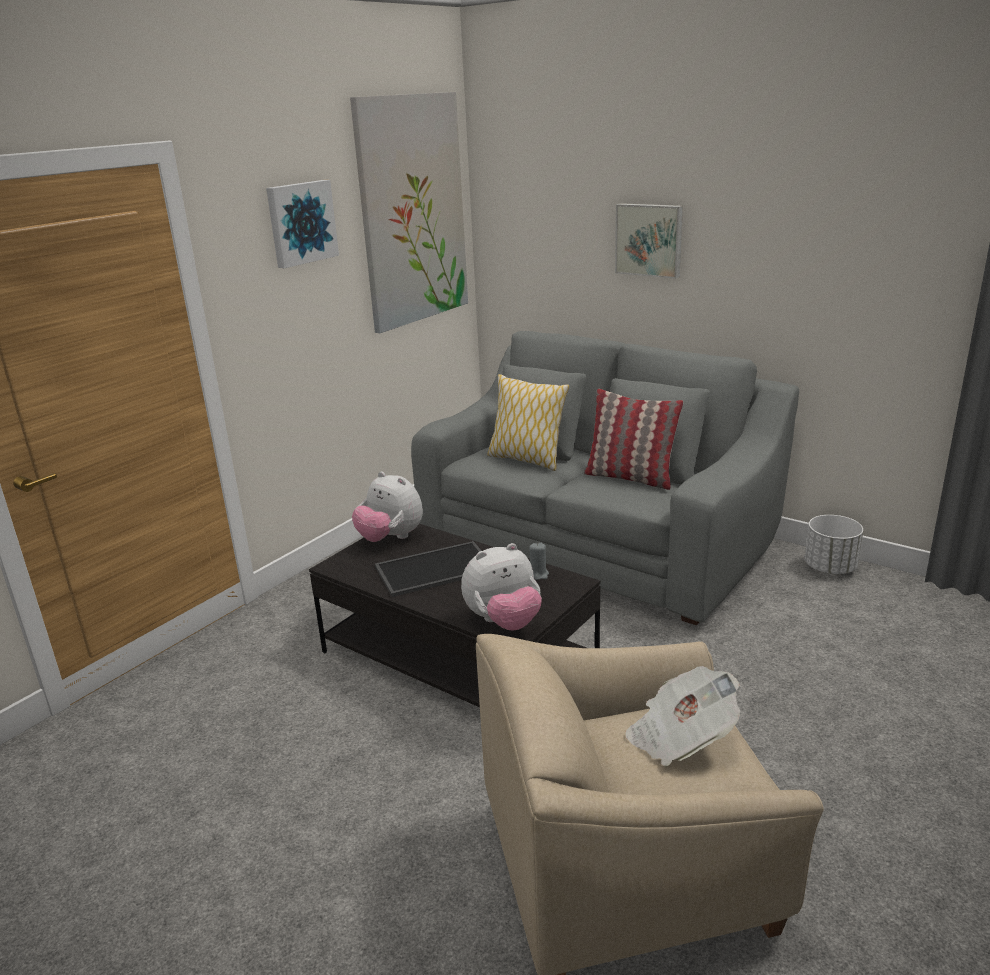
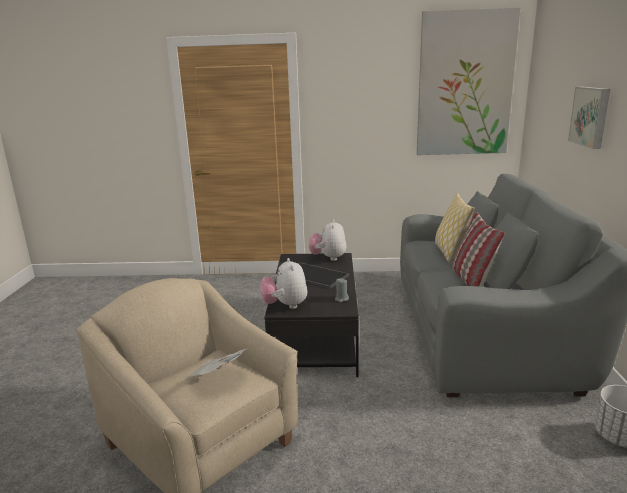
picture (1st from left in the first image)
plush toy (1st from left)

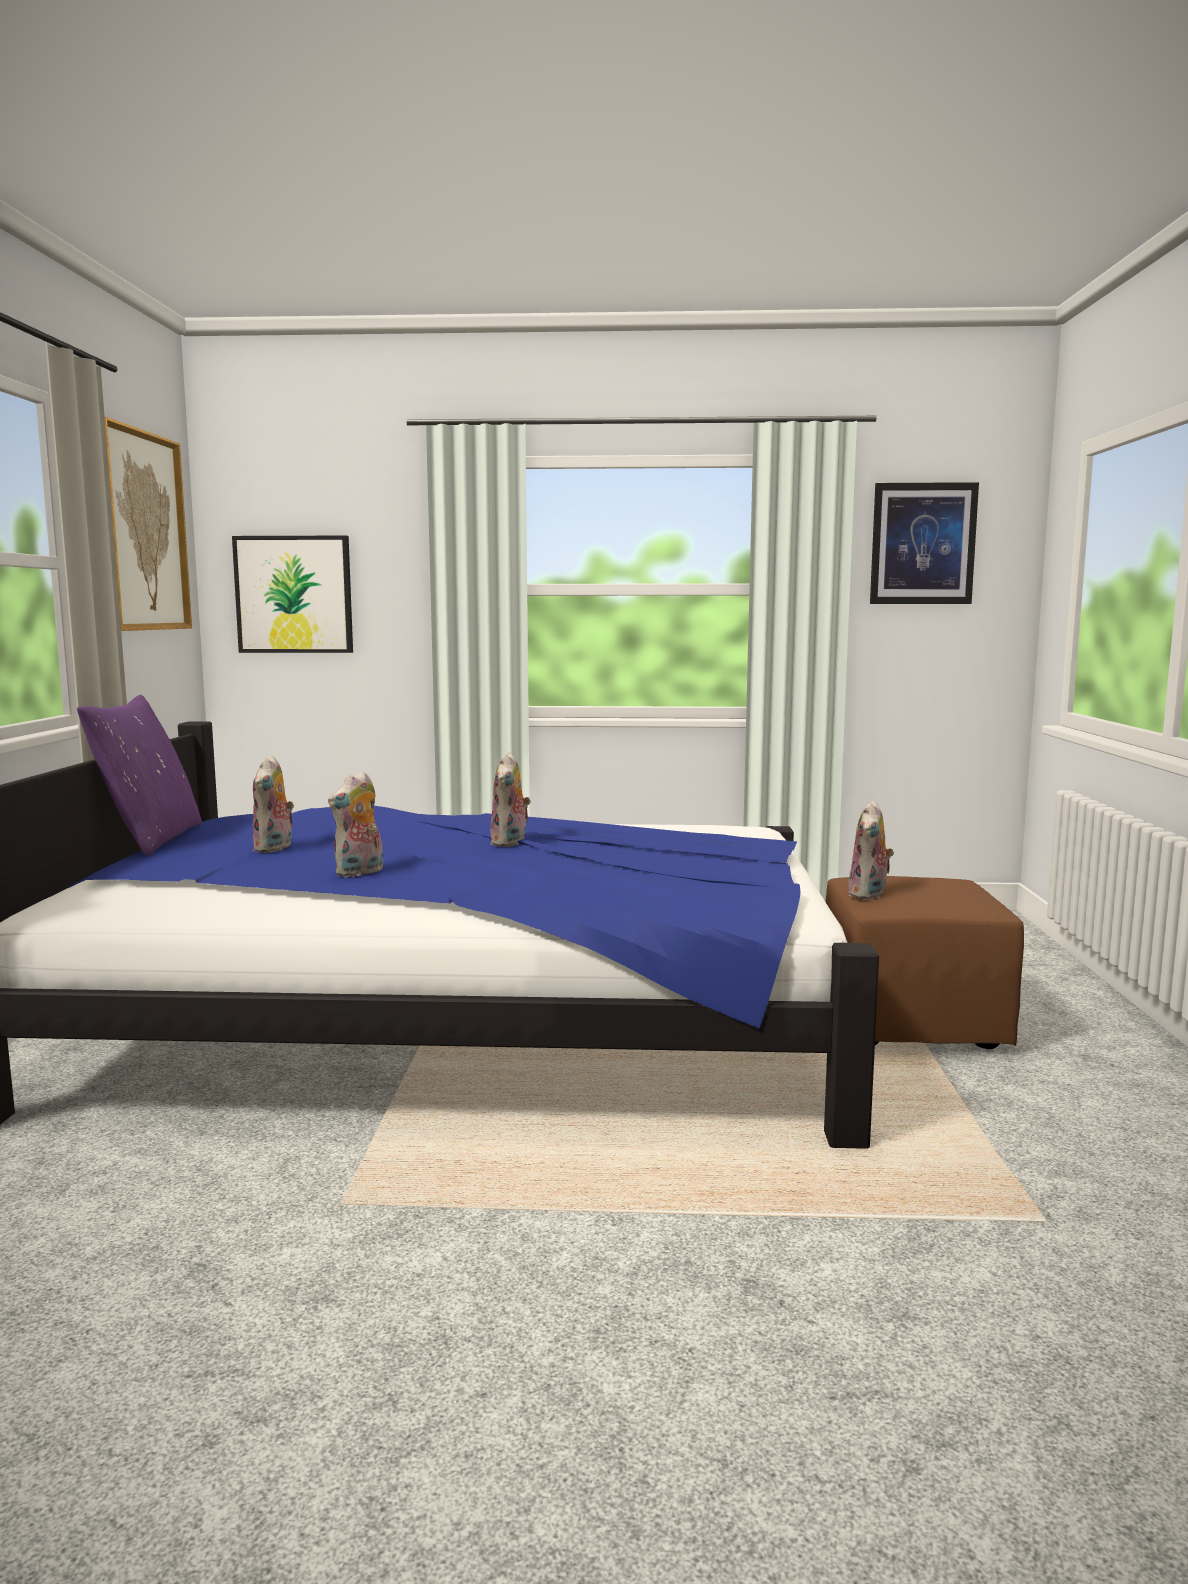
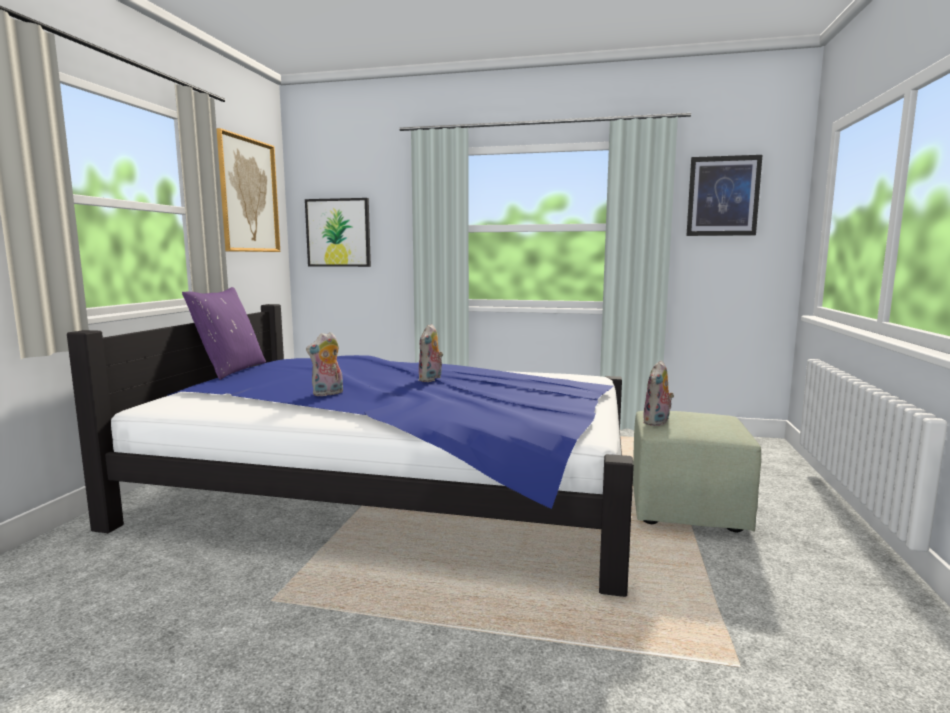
plush toy (1st from left in the first image)
green ottoman

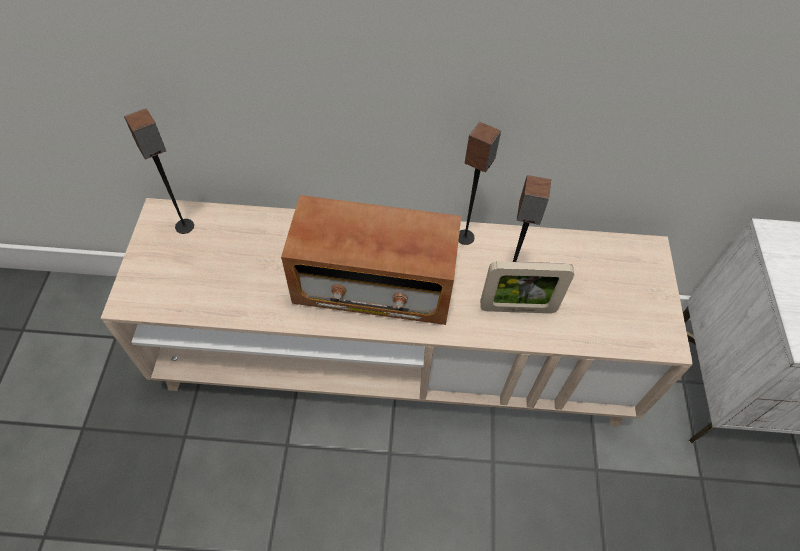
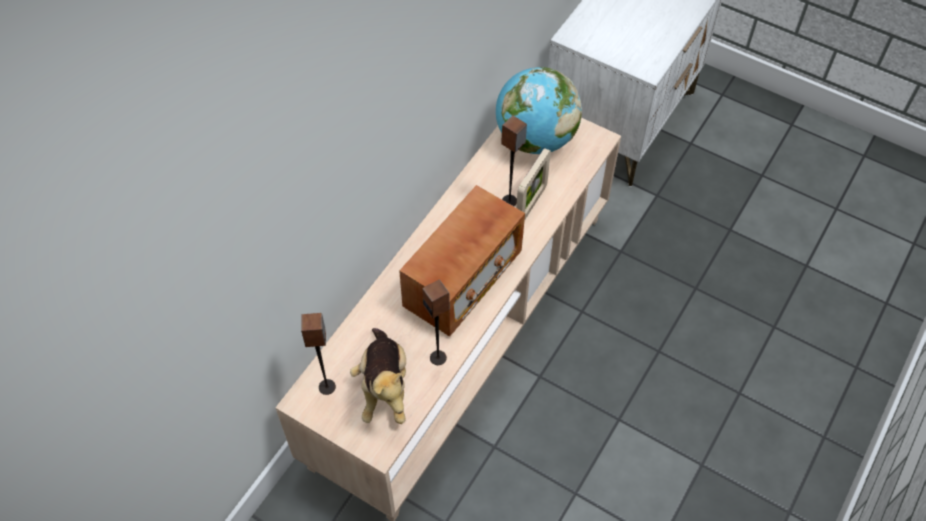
speaker (2nd from left)
globe
plush toy

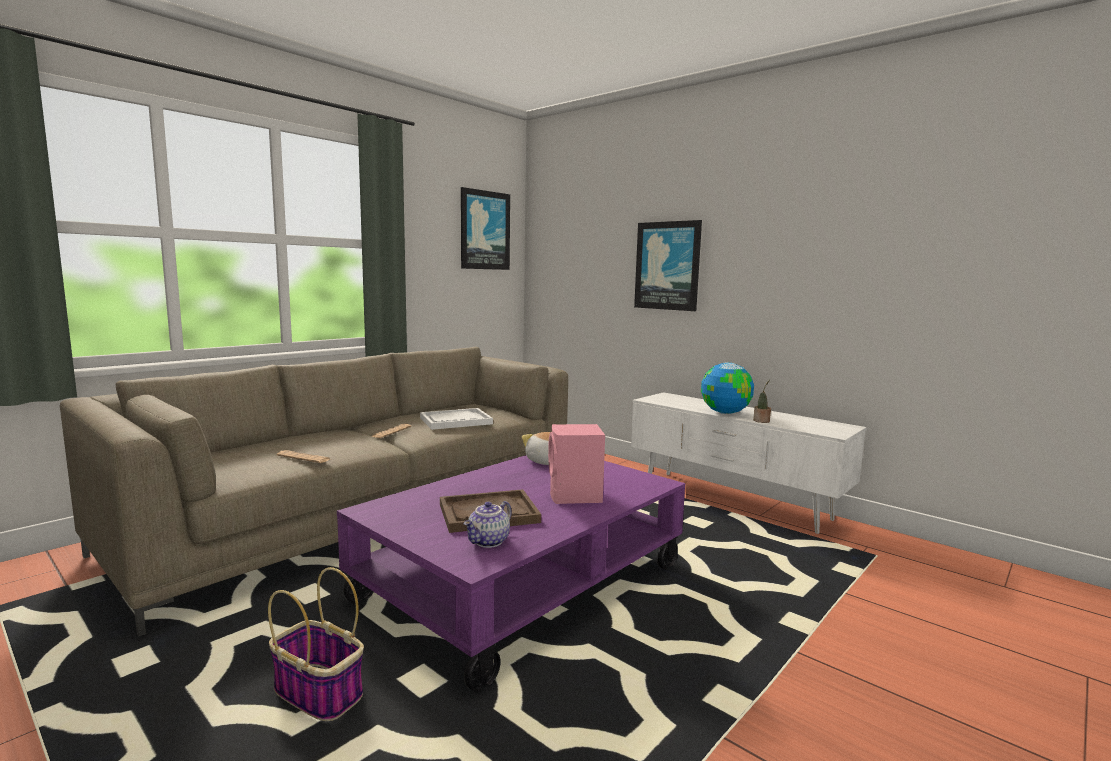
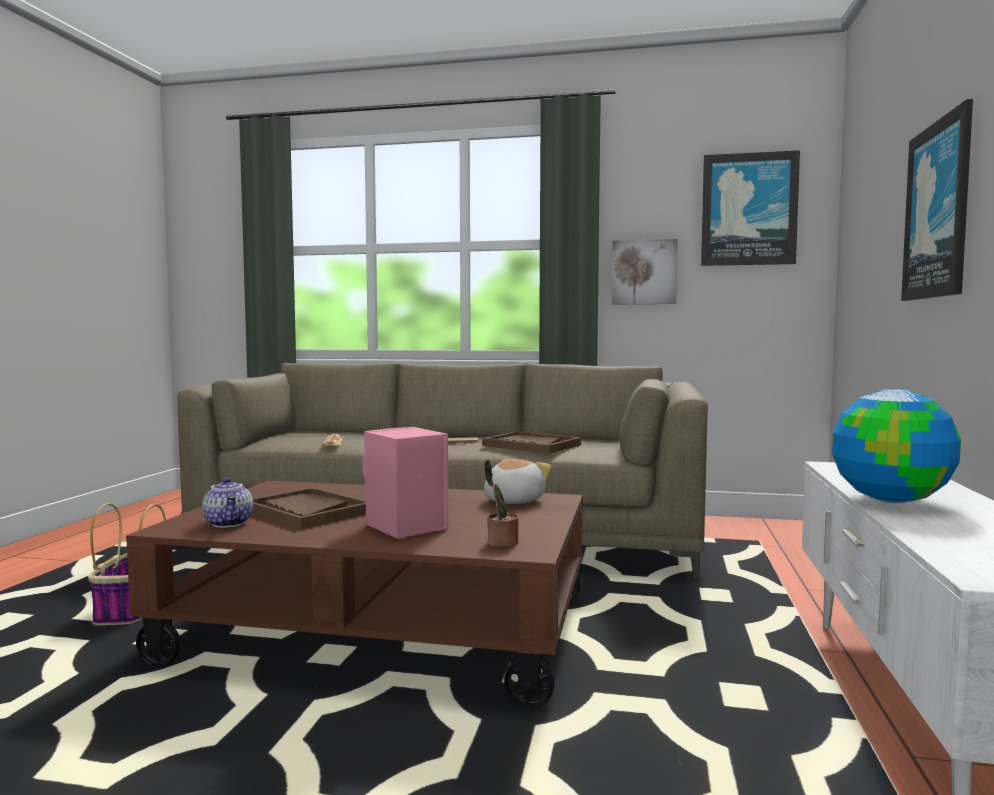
potted plant
brown tray (2nd from left)
brown coffee table
teapot
picture (1st from left)

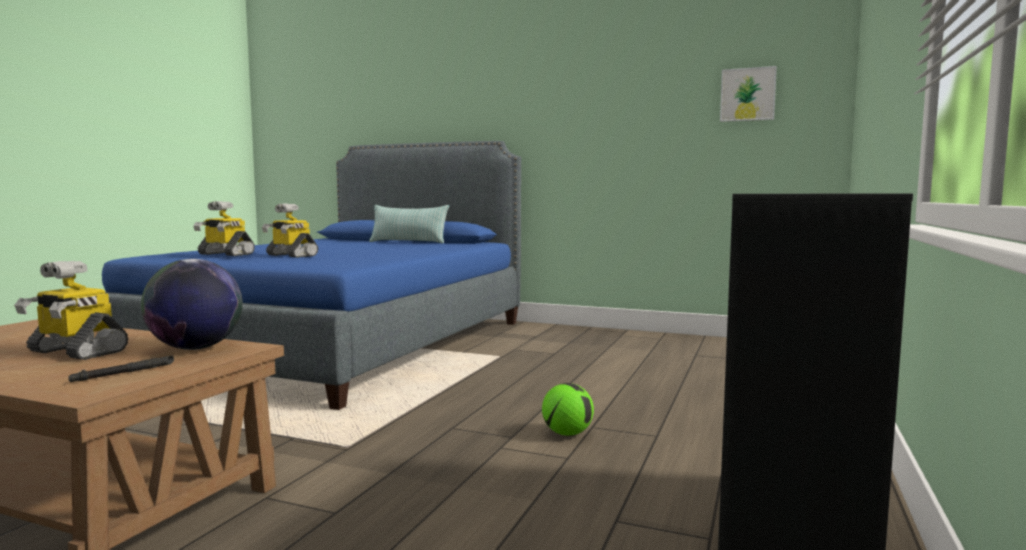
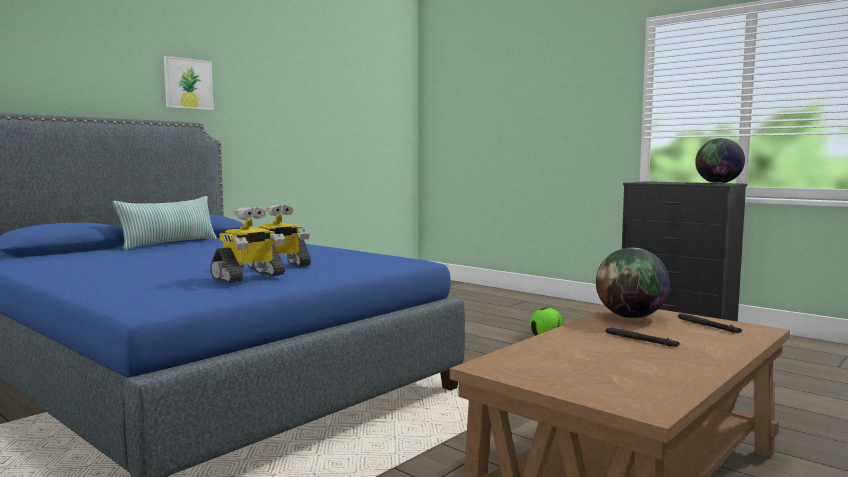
picture
black flashlight (1st from left)
globe (2nd from left)

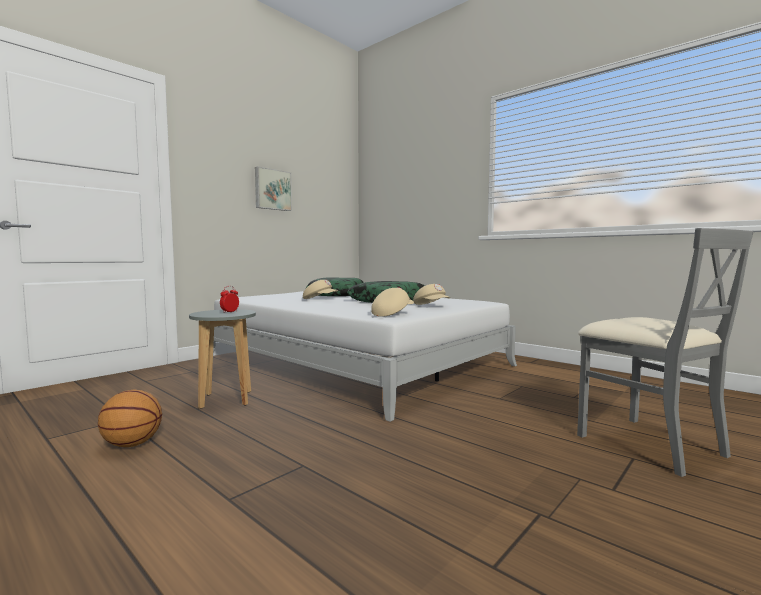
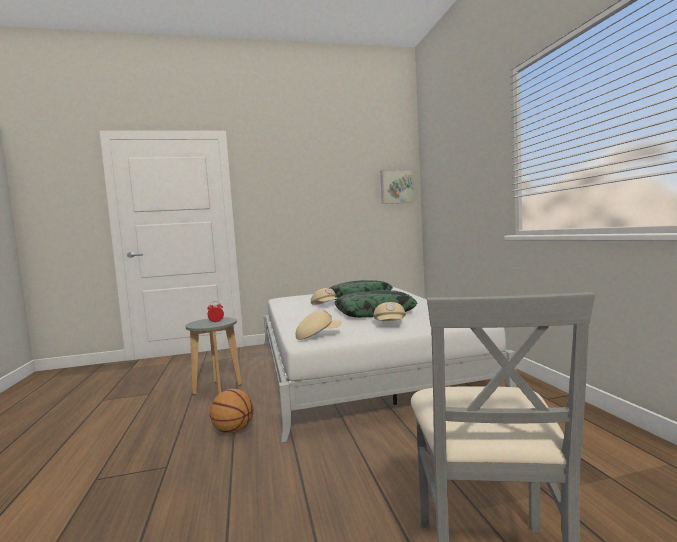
picture
basketball

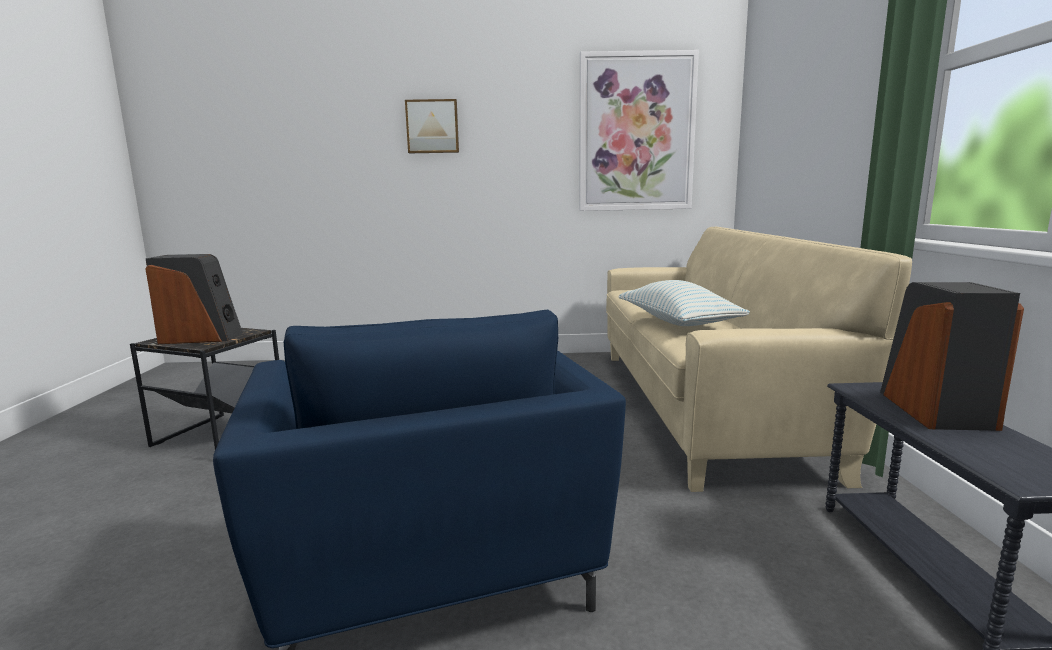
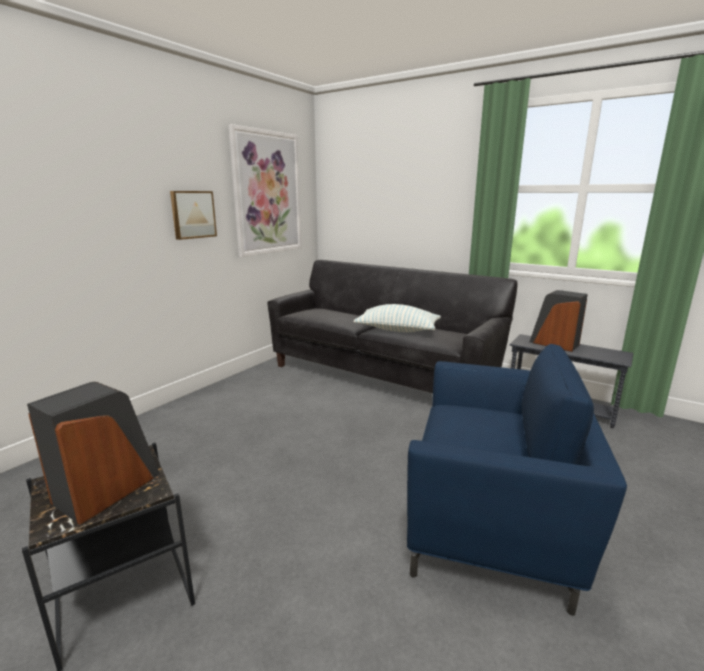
picture (1st from left)
black sofa

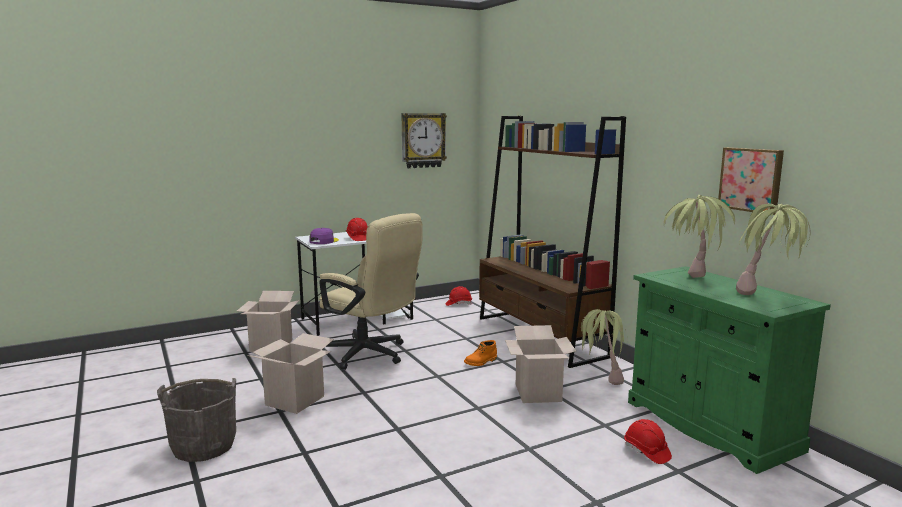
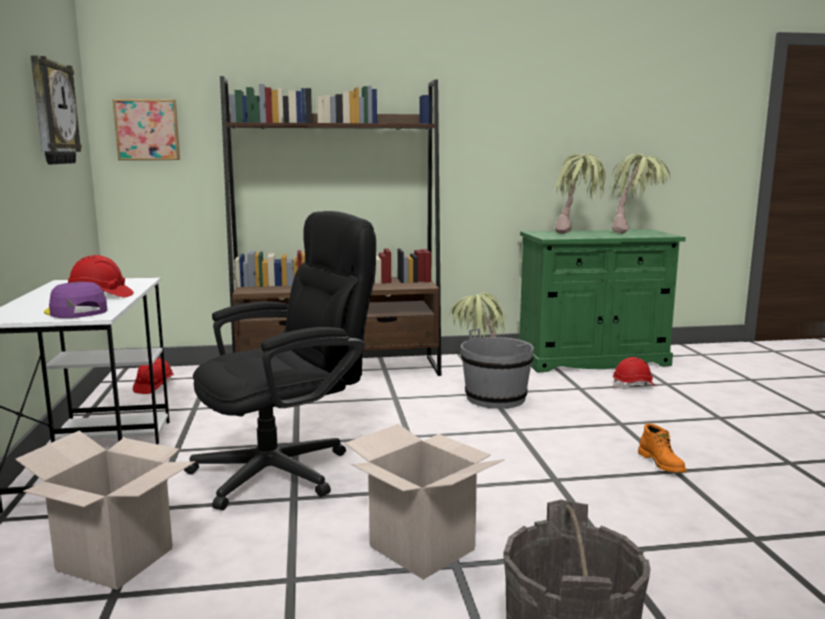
picture
black office chair
grey bucket (1st from left)
orange boot

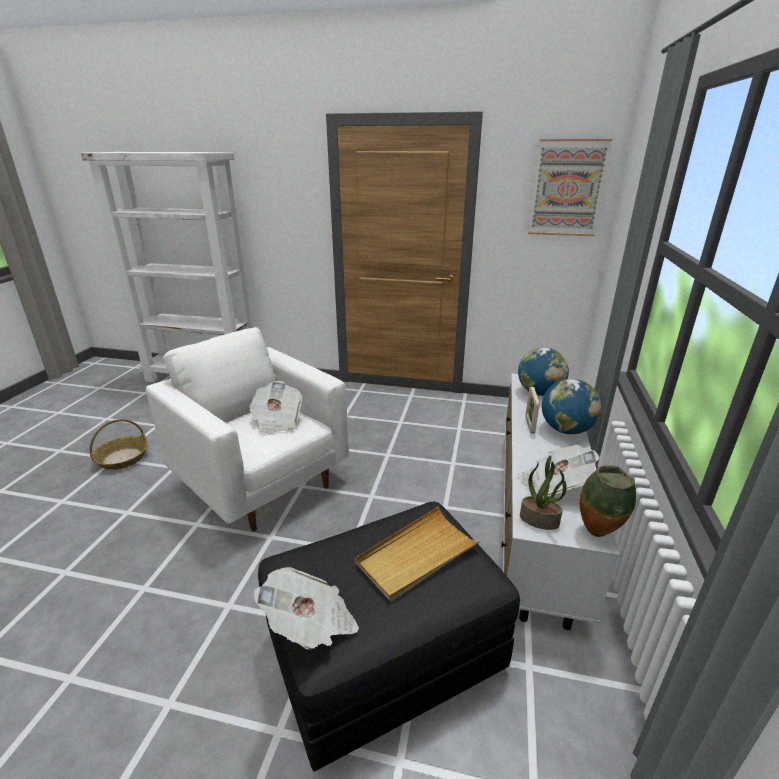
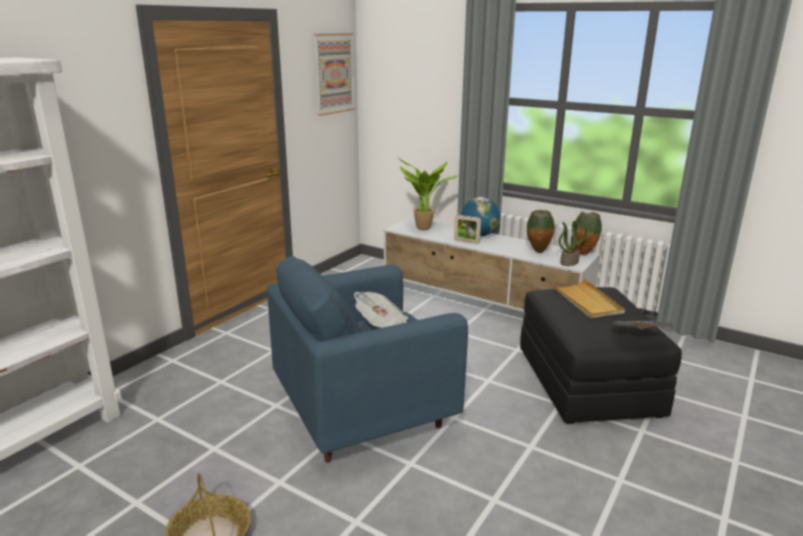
blue armchair
potted plant (1st from left)
vase (1st from left)

